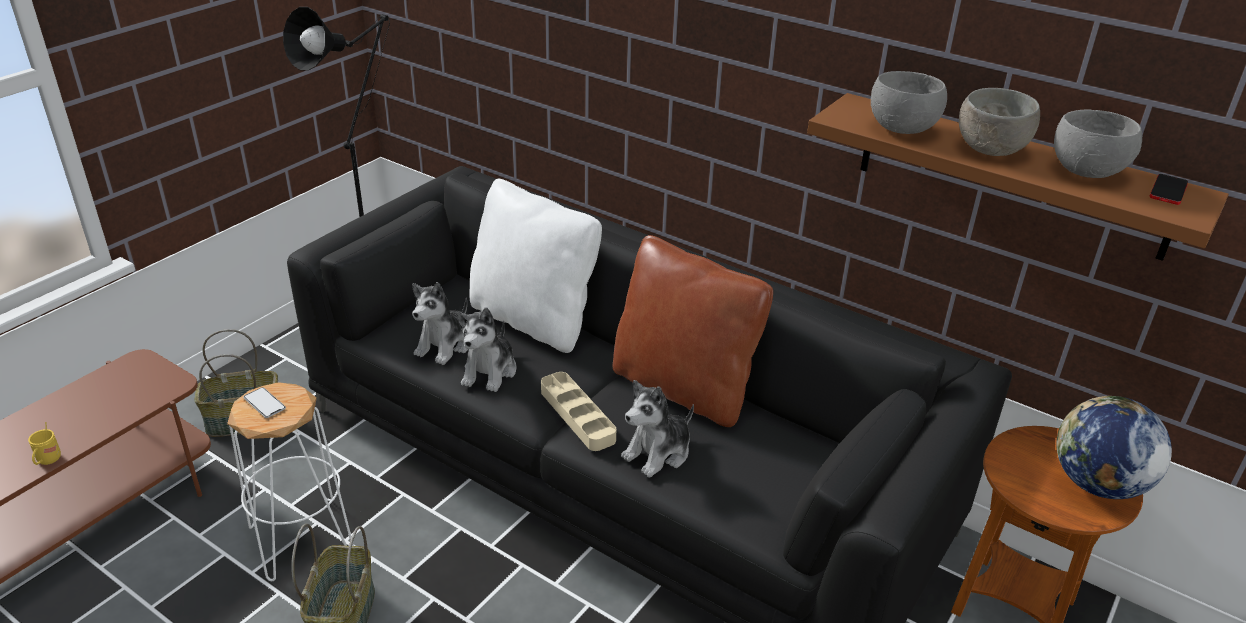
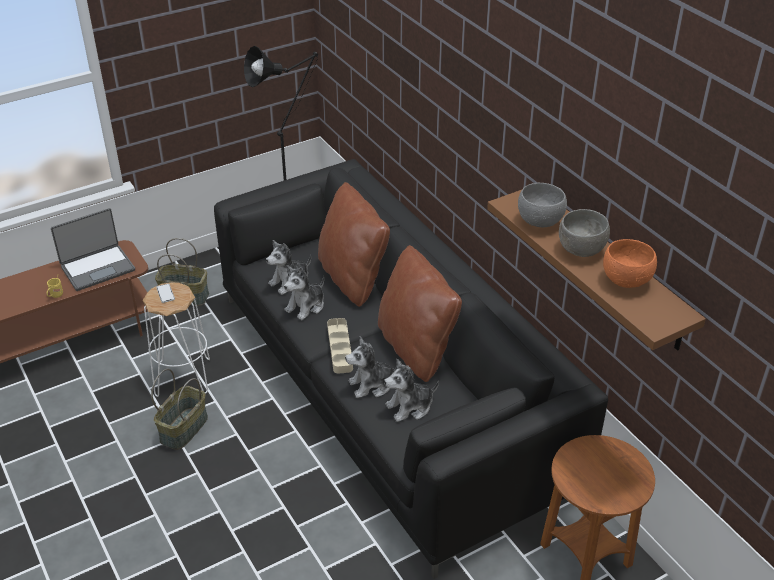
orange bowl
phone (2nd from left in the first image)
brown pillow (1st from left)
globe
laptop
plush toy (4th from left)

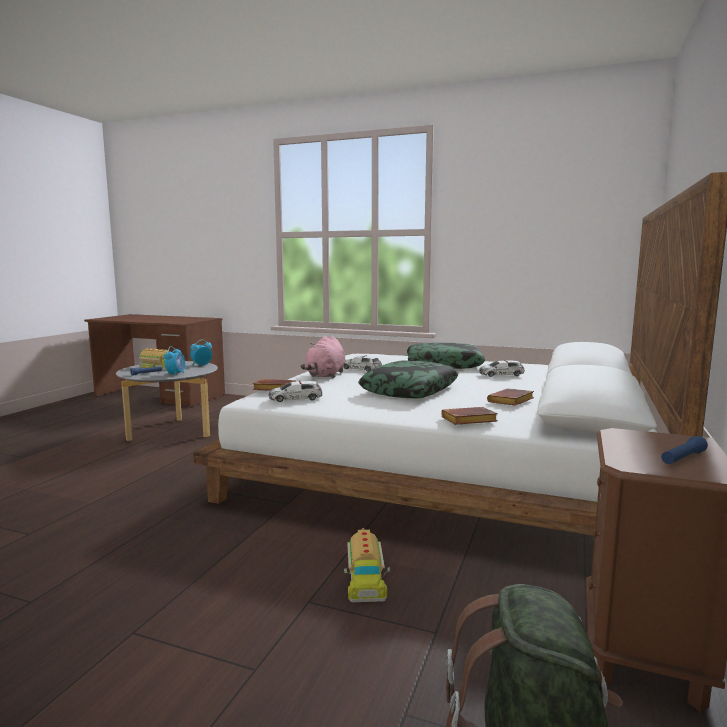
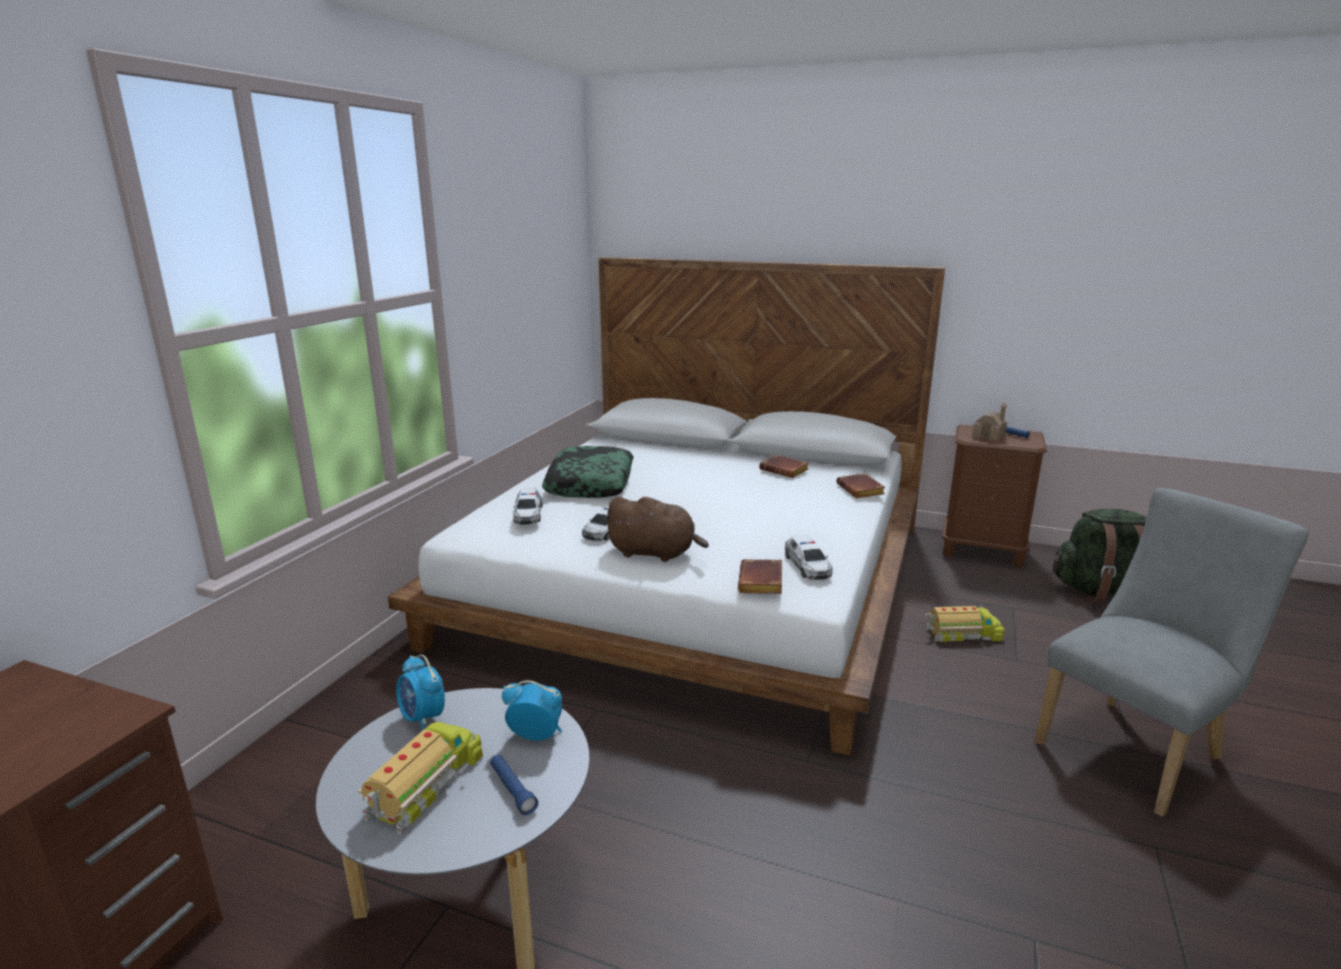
brown plush toy
pillow (1st from left in the first image)
toy car (1st from left)
toy house
grey chair

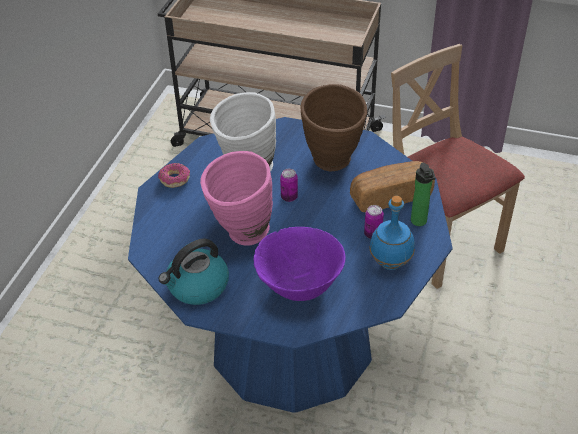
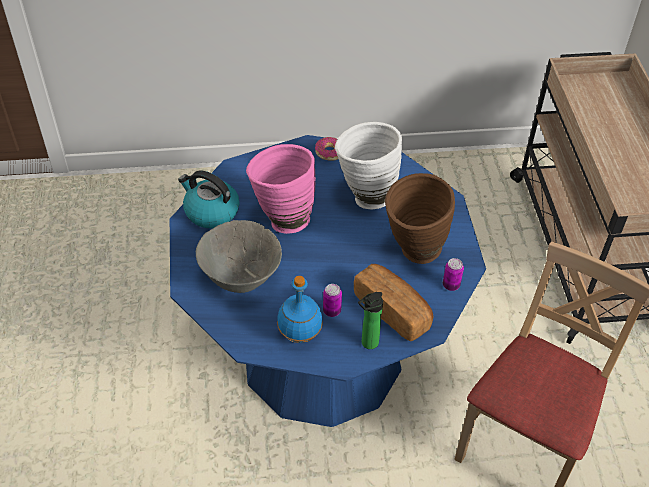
can (2nd from left)
grey bowl

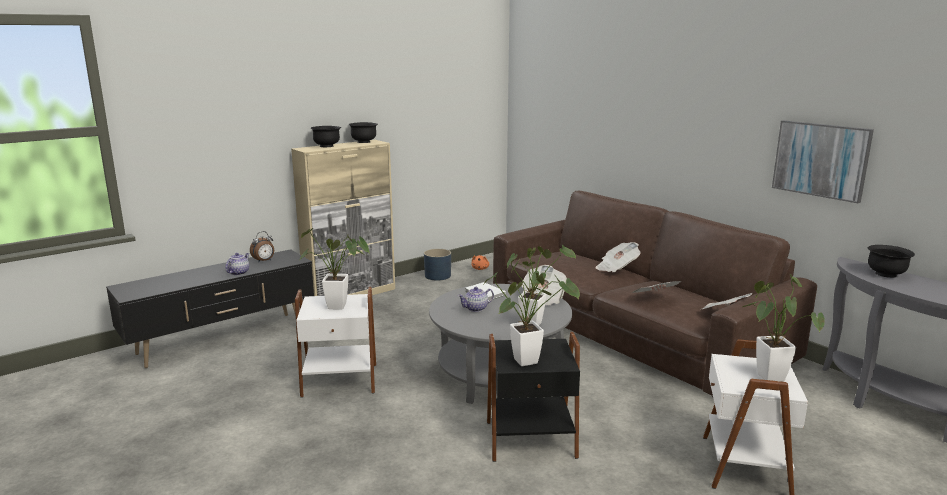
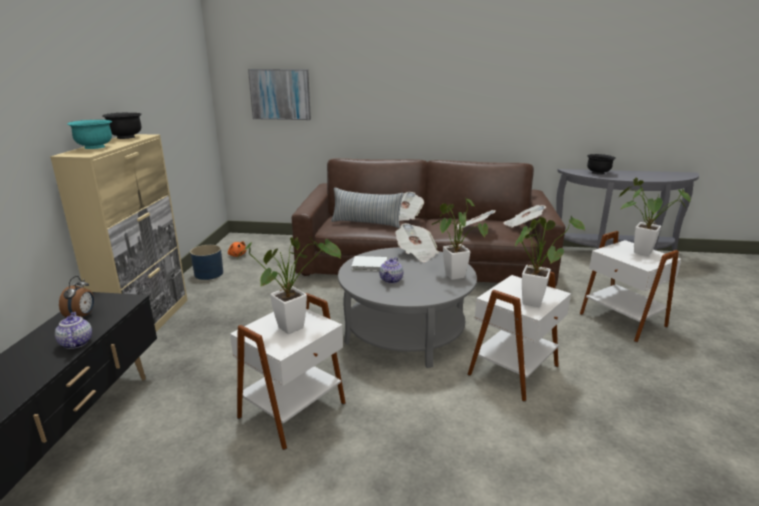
picture
turquoise bowl
white side table (2nd from left)
pillow

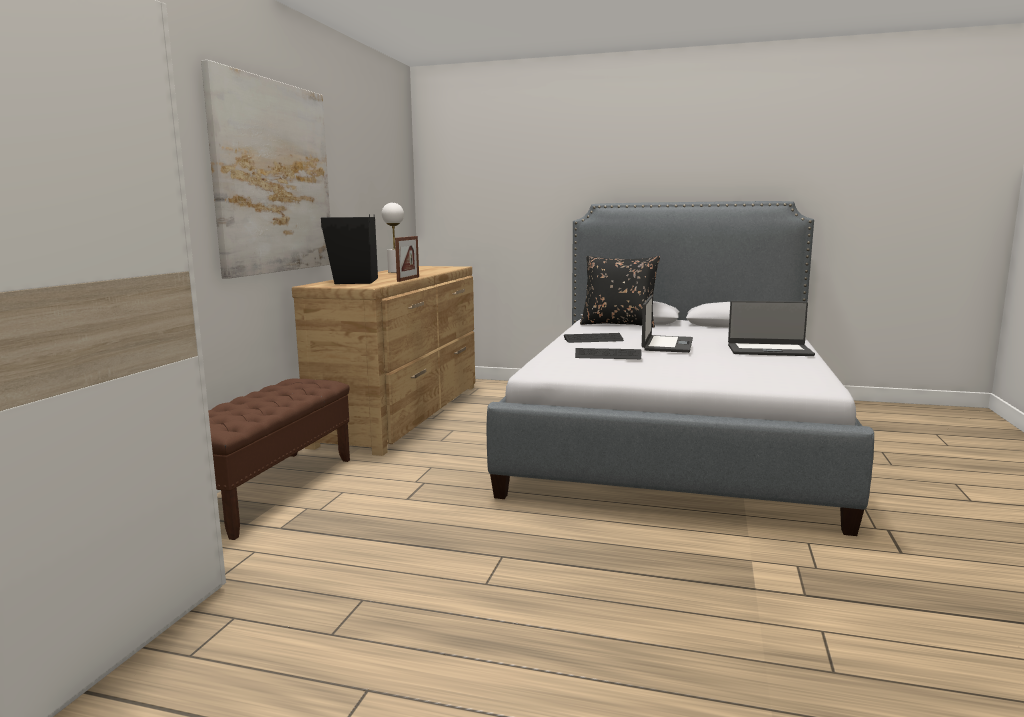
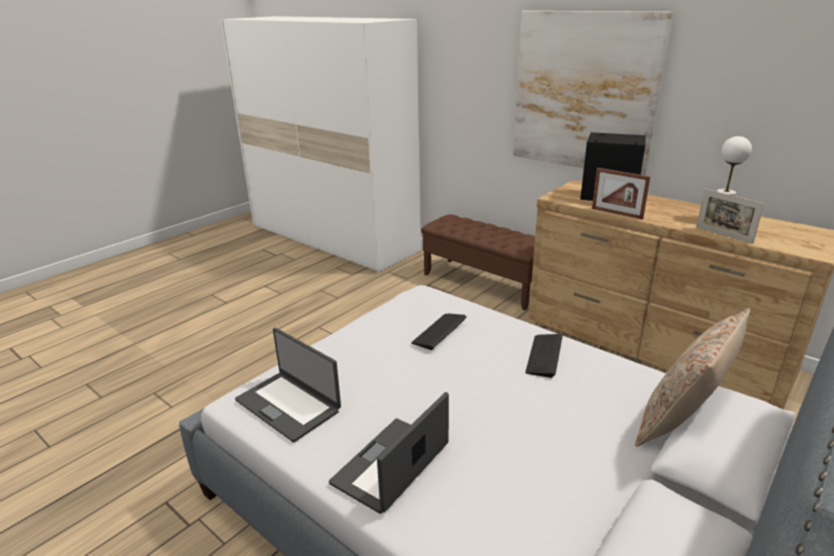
beige pillow
laptop (1st from left)
picture frame (2nd from left)

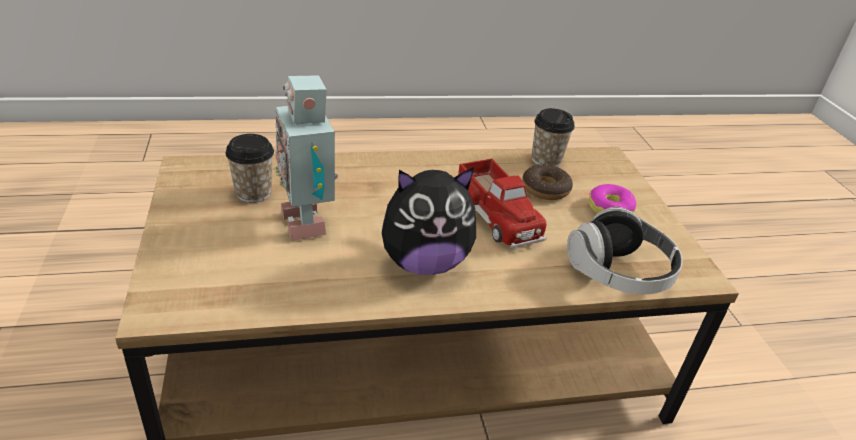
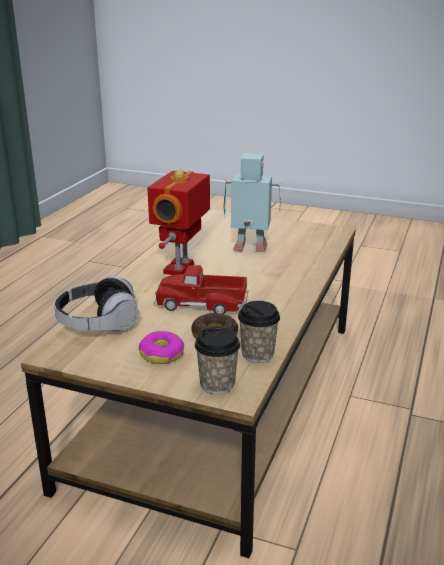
cup (1st from left)
toy robot (1st from left)

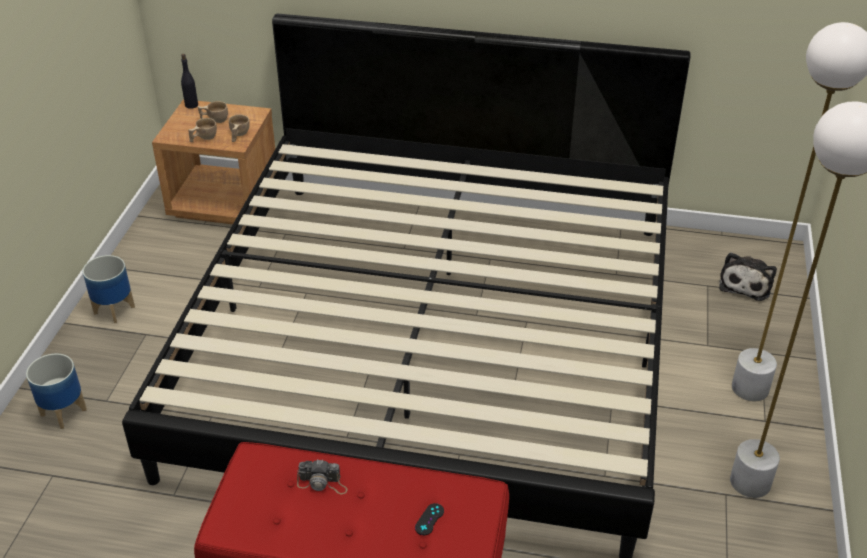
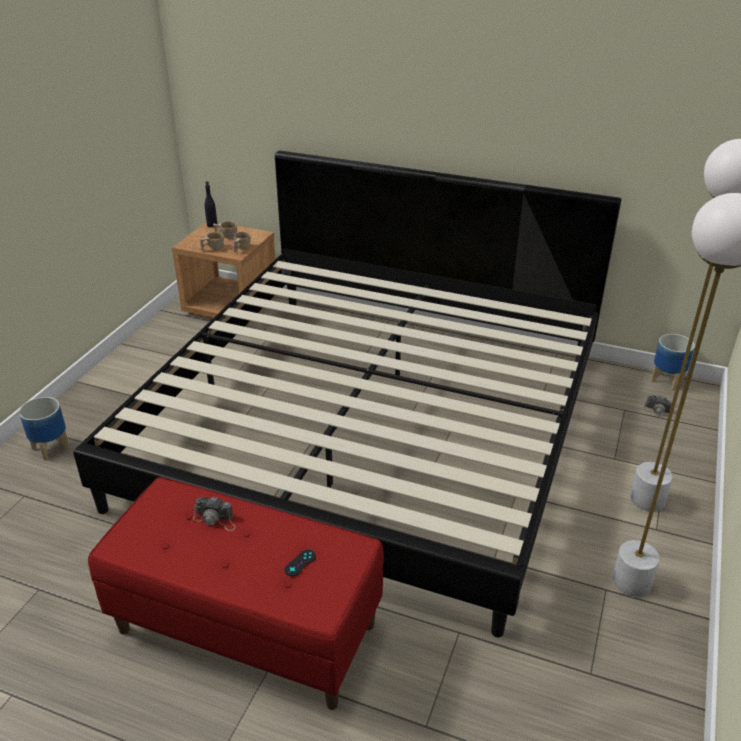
photo camera (2nd from left)
planter (2nd from left)

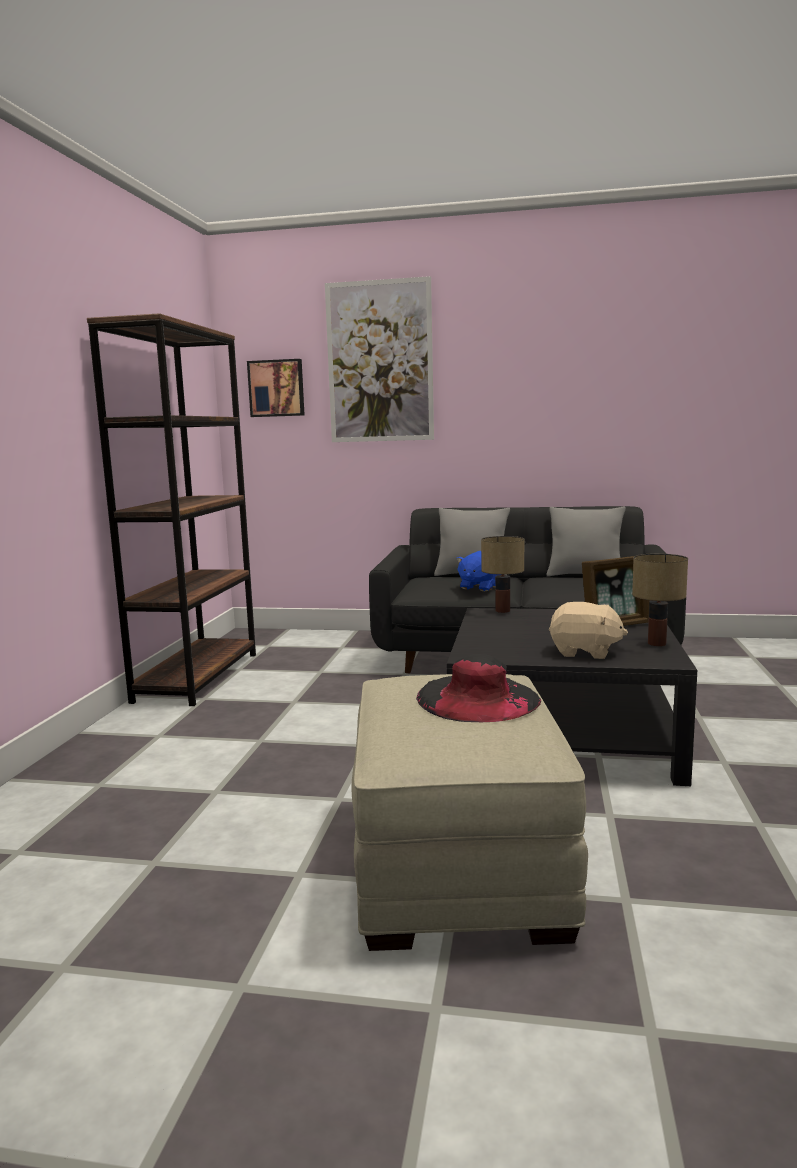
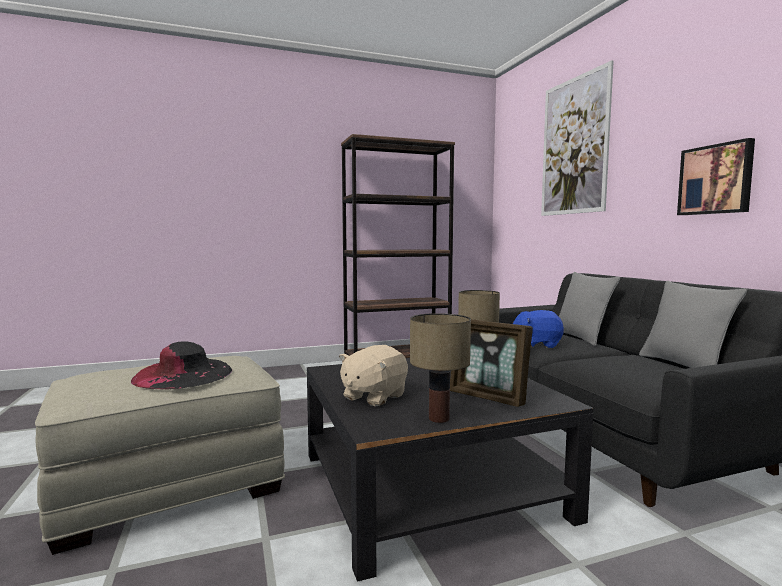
picture (2nd from left)
beige plush toy

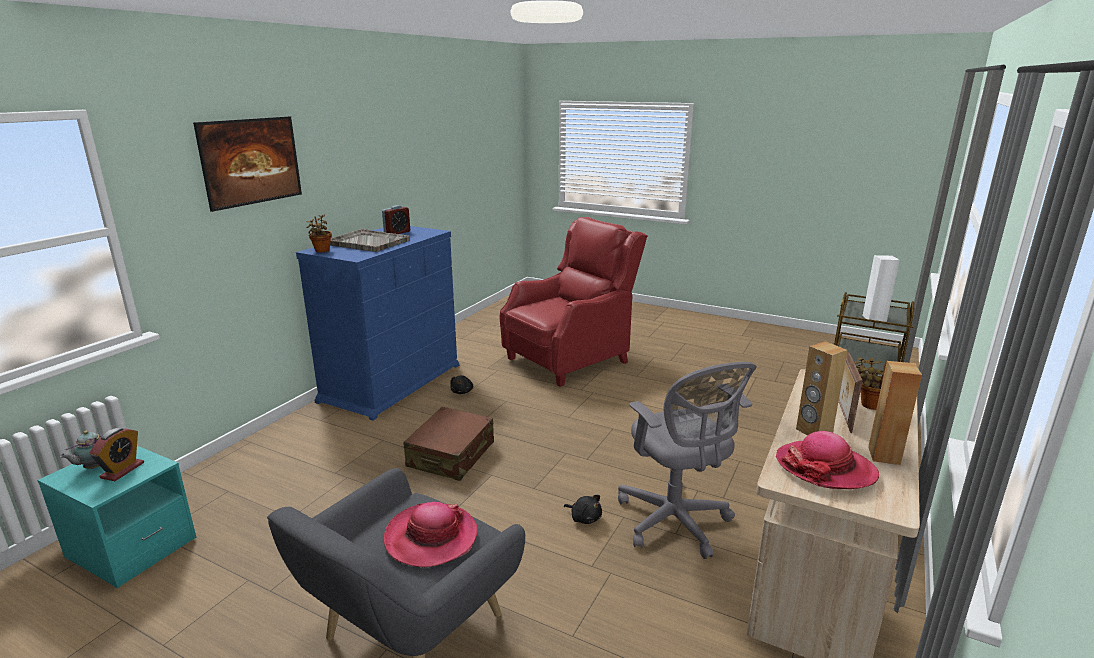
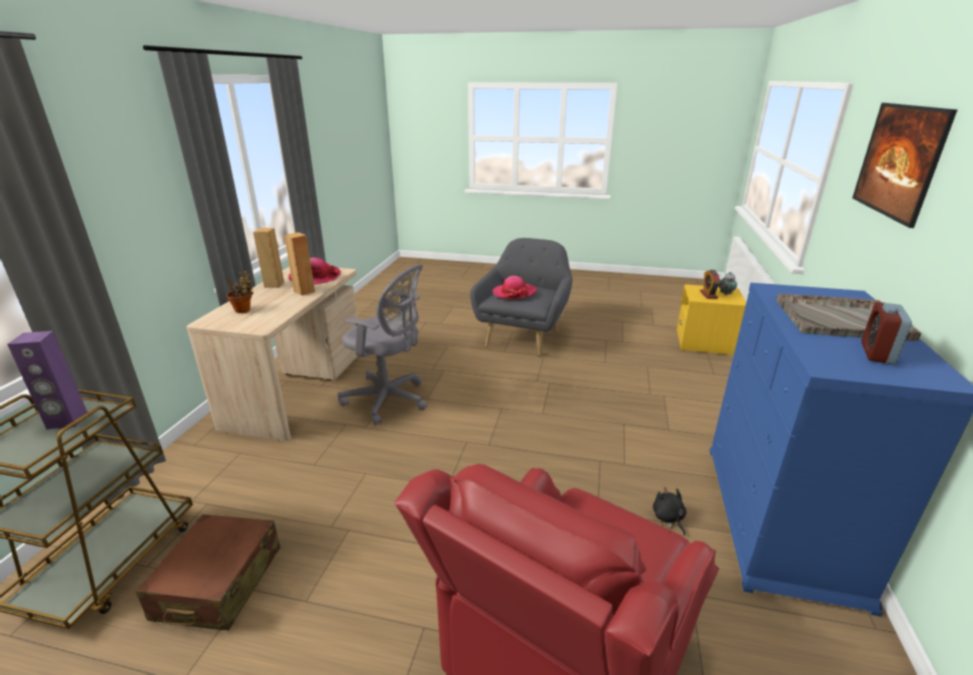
potted plant (1st from left in the first image)
purple speaker
picture frame
grey office chair
brown suitcase
yellow nightstand
black plush toy (2nd from left in the first image)

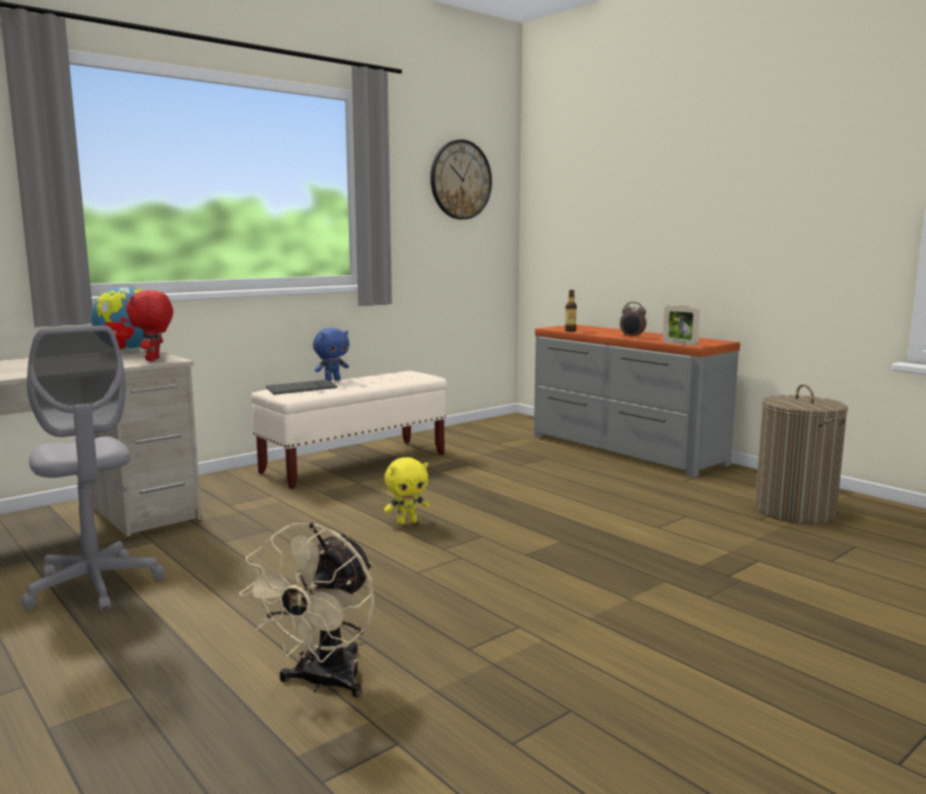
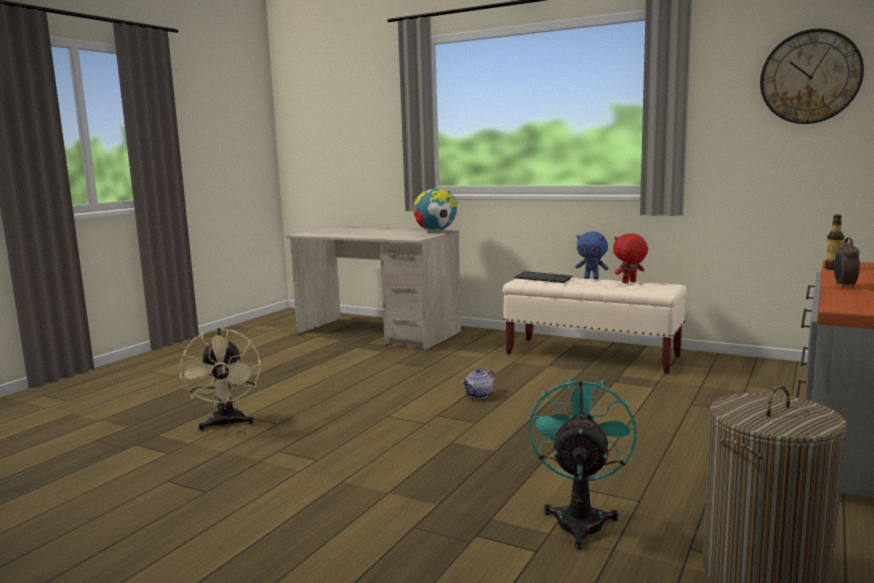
red plush toy
picture frame
grey office chair
teapot
beige fan
turquoise fan

